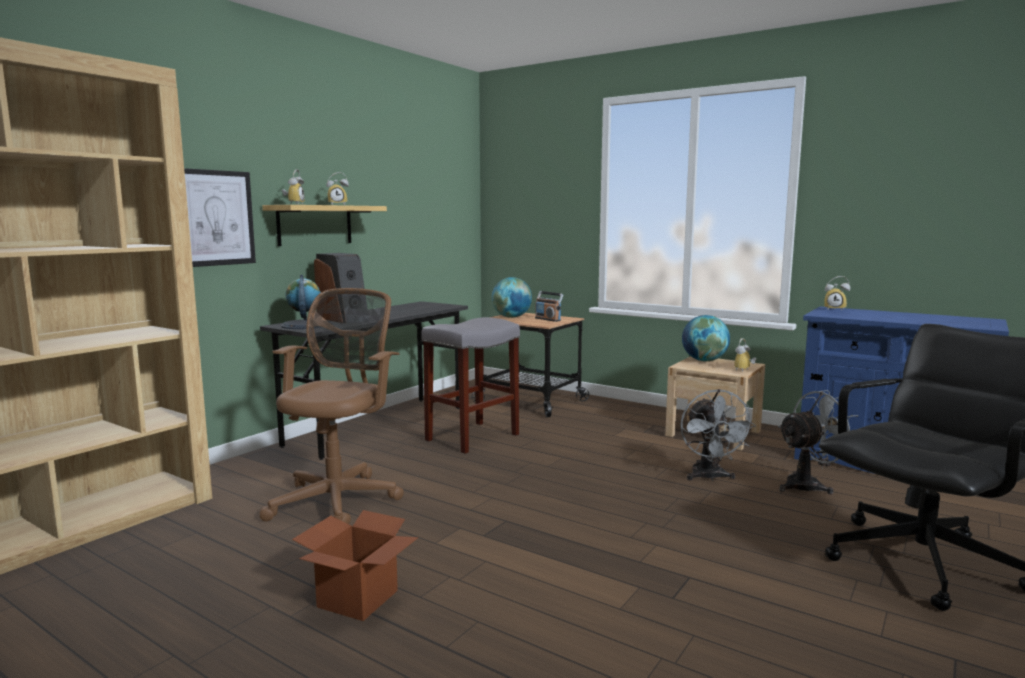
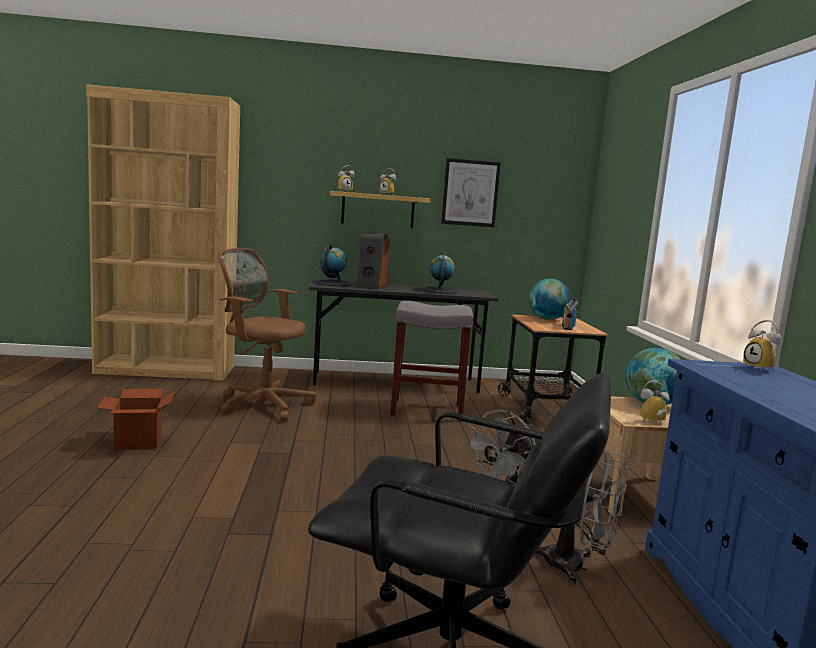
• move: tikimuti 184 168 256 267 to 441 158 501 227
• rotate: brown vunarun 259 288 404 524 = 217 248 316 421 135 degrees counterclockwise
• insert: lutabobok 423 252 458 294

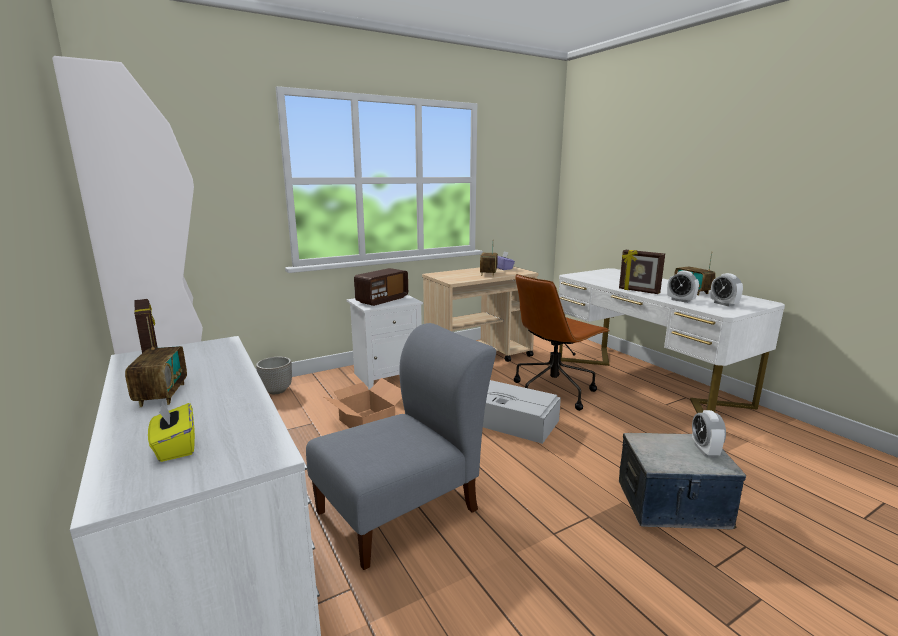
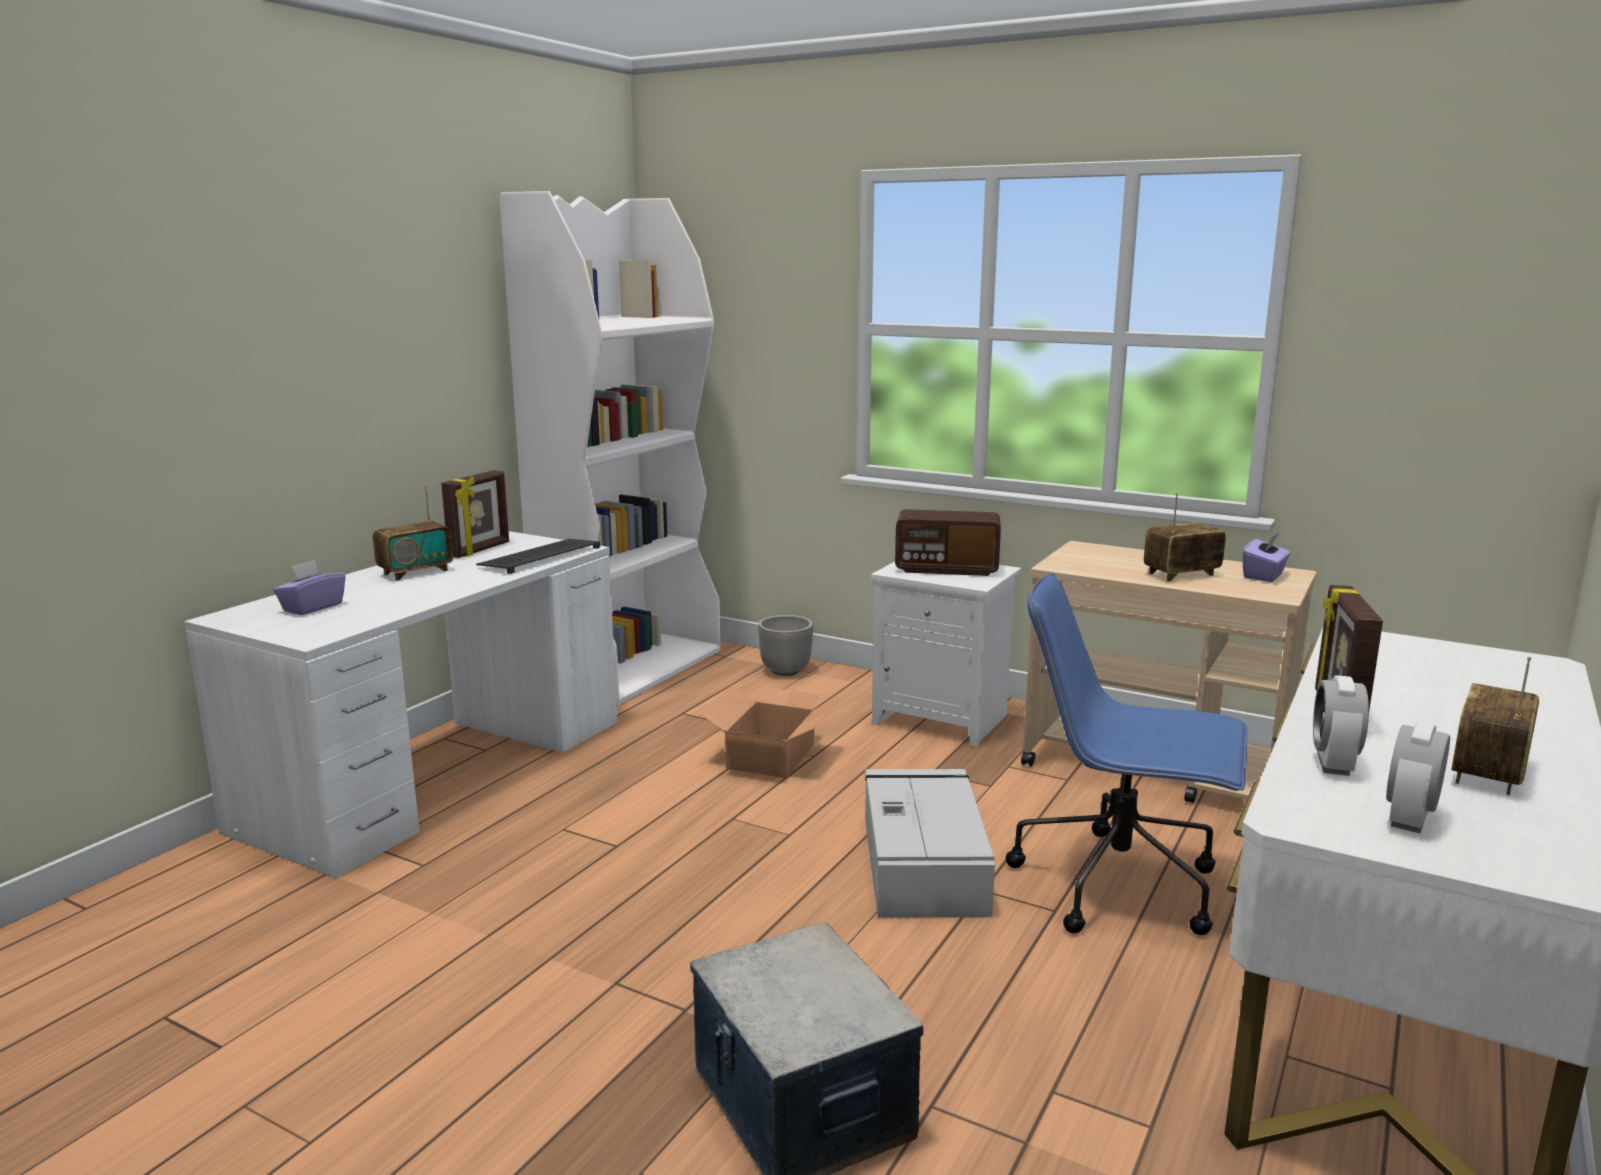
• recolor: brown vunarun 514 274 610 411 to blue vunarun 1006 573 1248 935
• delete: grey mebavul 306 323 496 570
• recolor: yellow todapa 148 401 195 462 to purple todapa 273 560 346 615
• delete: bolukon 692 410 726 457
• insert: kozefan 476 539 600 574

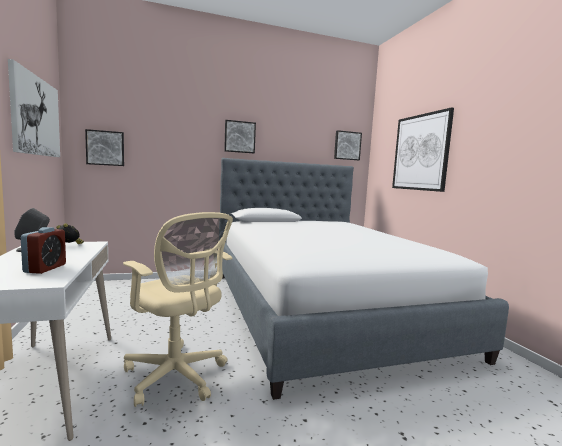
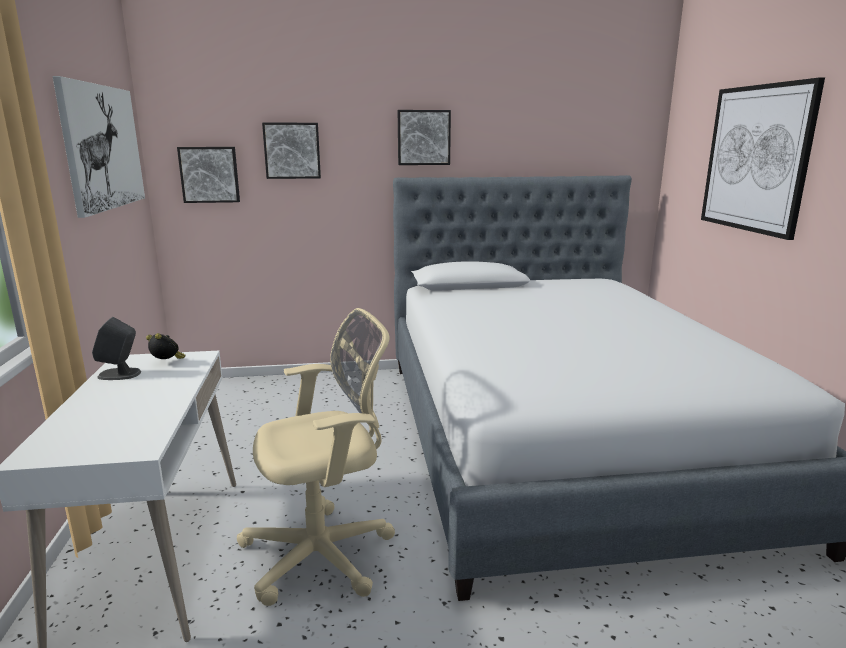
• move: tikimuti 334 130 362 160 to 262 123 321 179
• rotate: beige vunarun 123 212 233 407 = 237 308 395 606 75 degrees counterclockwise
• delete: bolukon 21 227 66 274

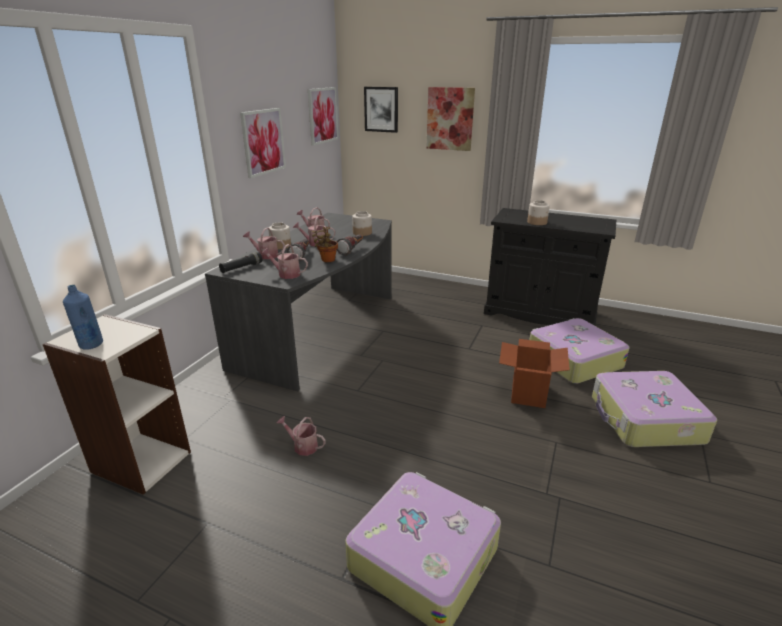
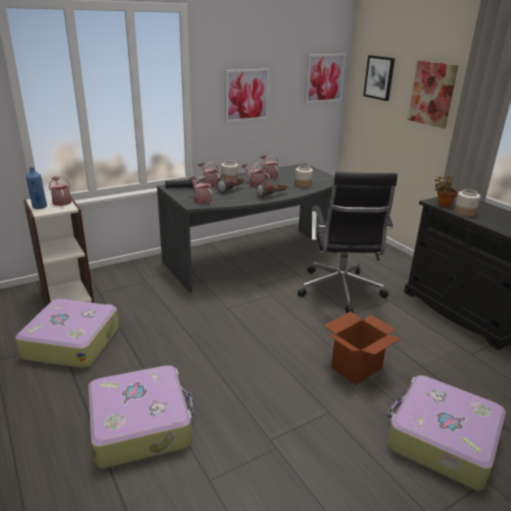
• move: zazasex 312 227 338 262 to 435 175 458 207
• move: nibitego 529 318 630 384 to 15 299 119 368
• move: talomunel 276 416 326 456 to 49 176 72 206
• insert: black vunarun 298 172 398 313

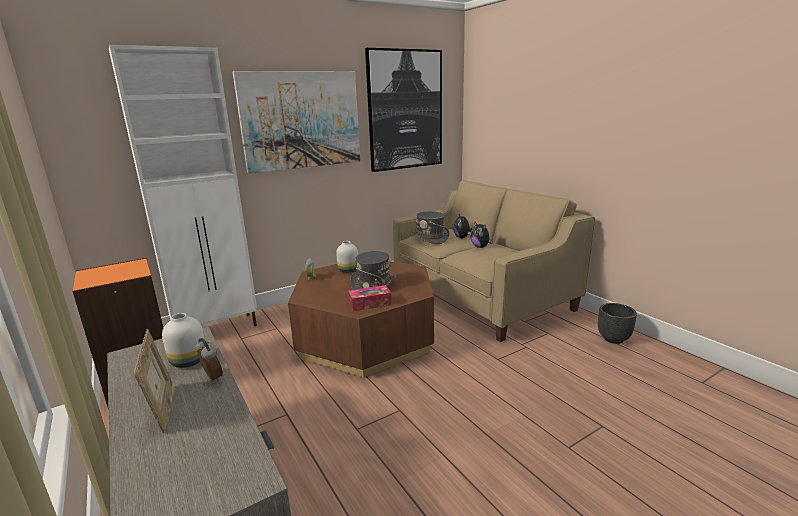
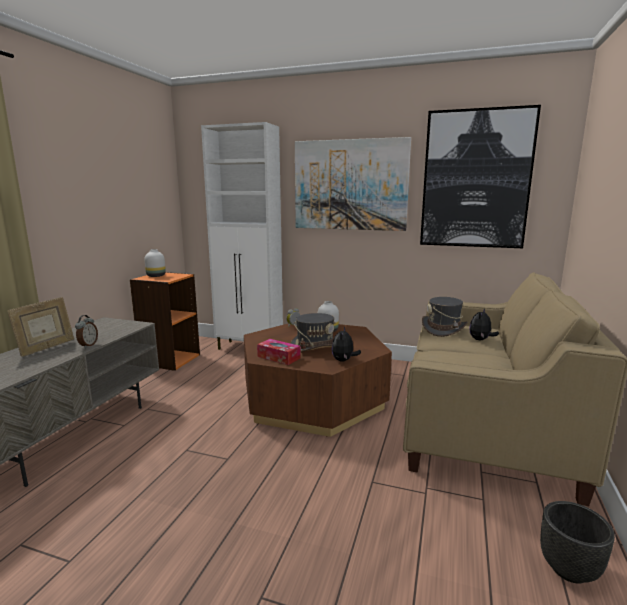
• move: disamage 471 222 493 248 to 332 327 361 362
• move: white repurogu 162 313 204 368 to 145 249 166 277

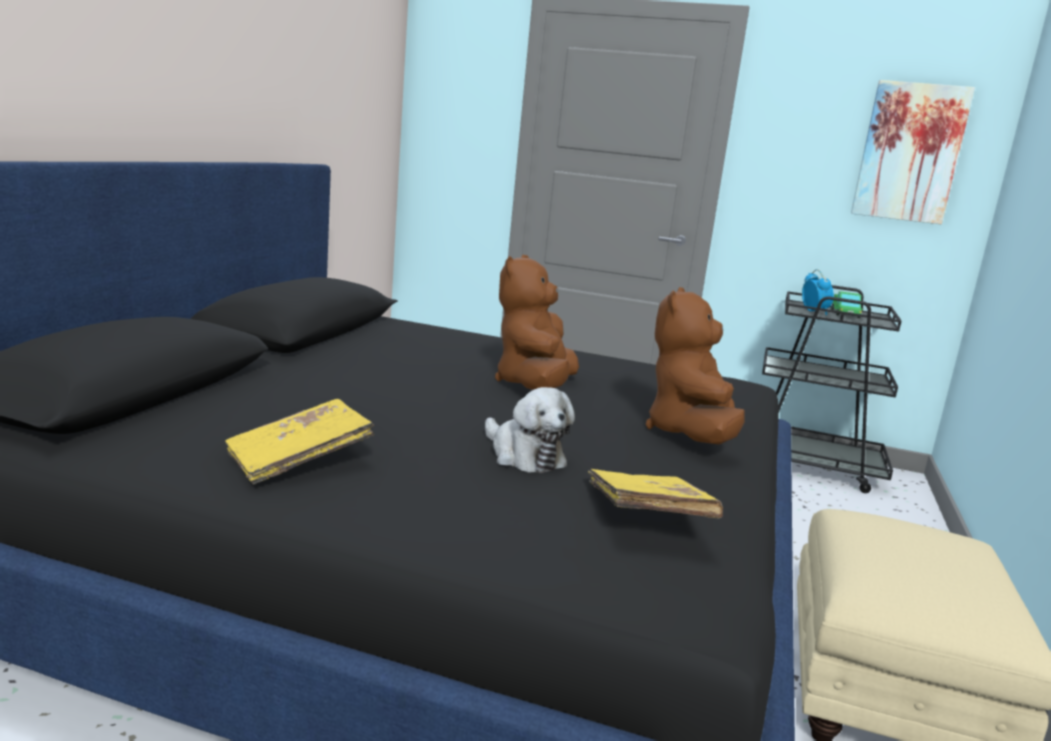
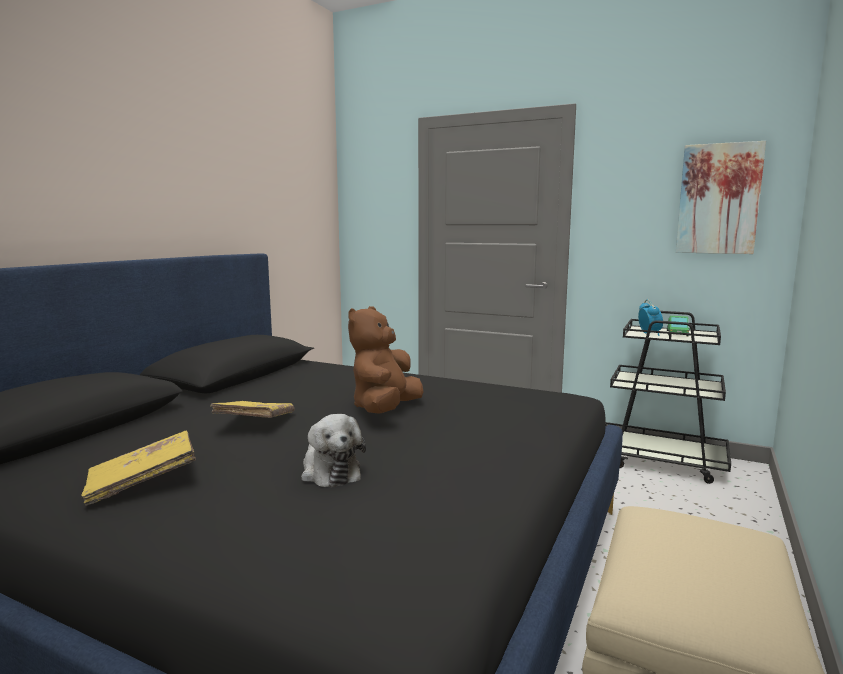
• delete: brown disamage 645 287 745 445
• move: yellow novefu 588 469 723 519 to 211 401 295 418

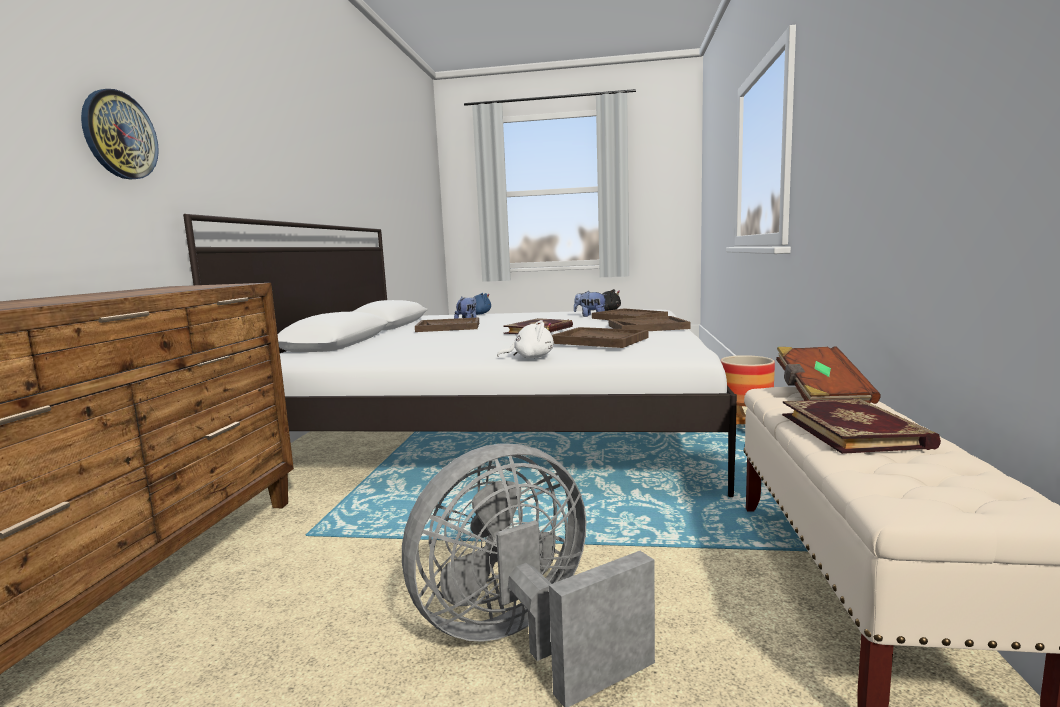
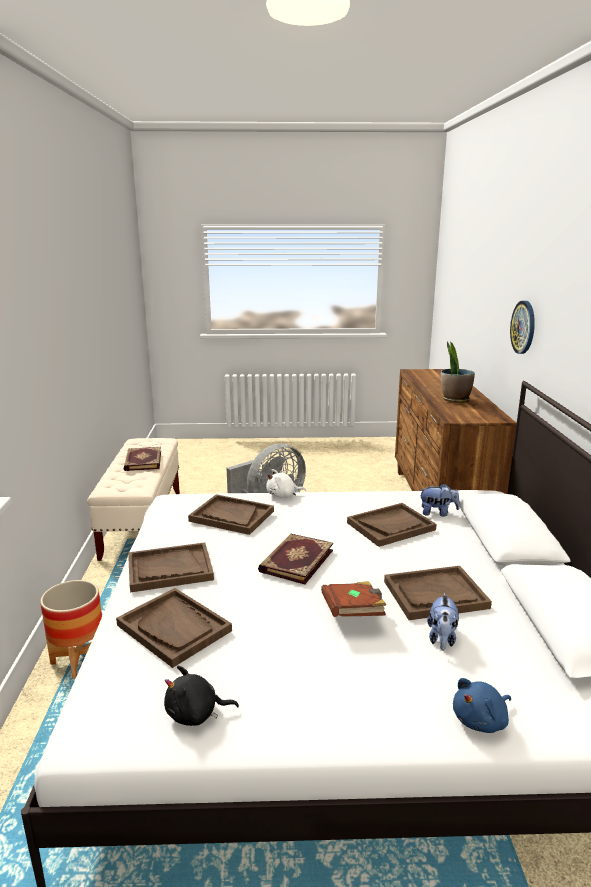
• move: disamage 574 291 607 317 to 419 483 460 517
• move: brown novefu 776 346 881 404 to 321 581 386 617
• insert: zazasex 441 342 475 403
• insert: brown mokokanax 347 503 436 547

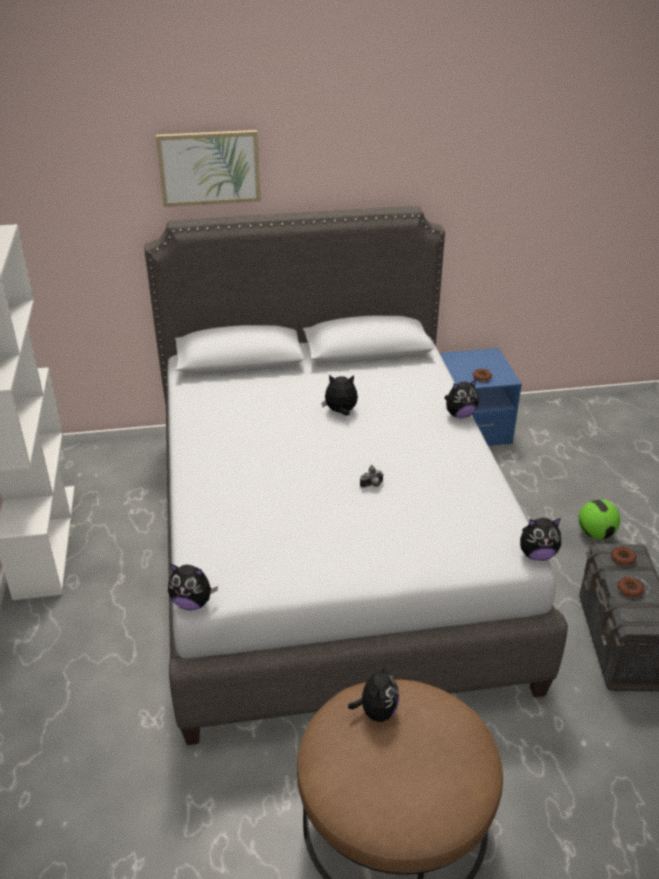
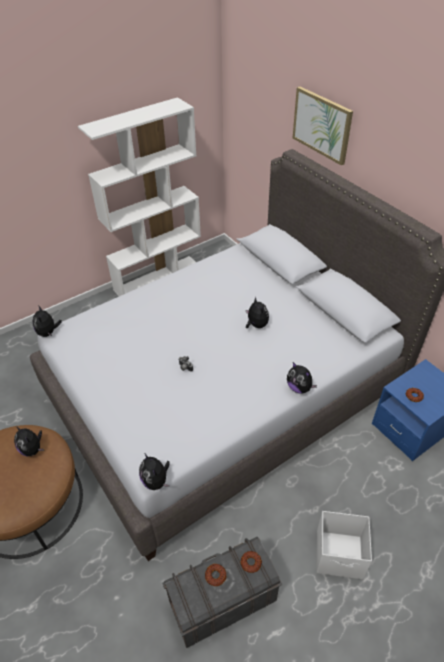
• replace: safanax 578 499 620 539 to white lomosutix 316 511 372 579
• rotate: disamage 348 663 399 722 = 14 426 44 456 60 degrees clockwise

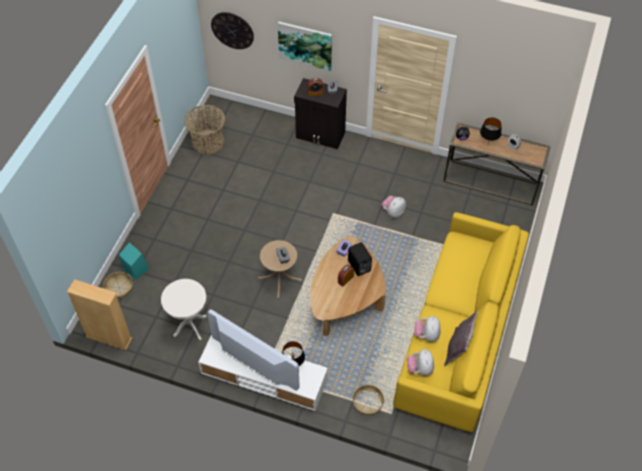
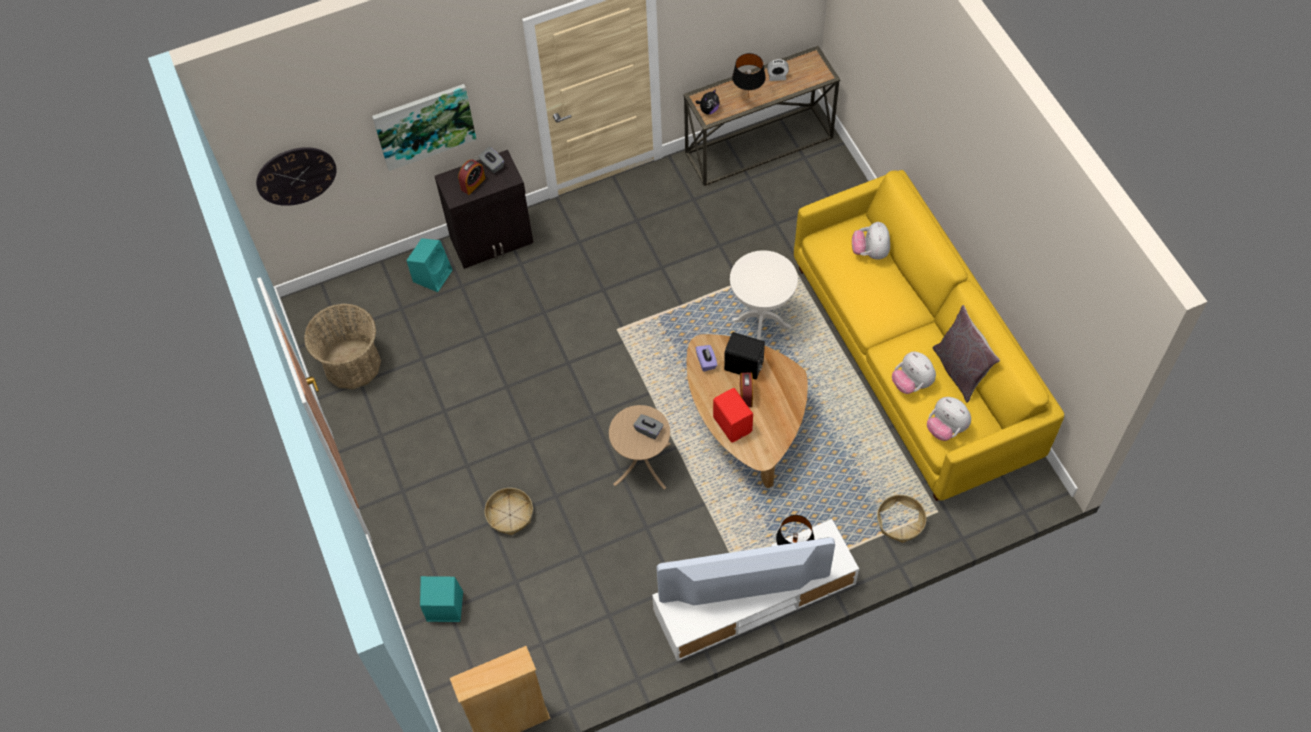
• move: disamage 382 196 406 218 to 852 222 890 260
• move: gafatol 103 272 133 299 to 485 488 533 535
• move: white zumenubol 161 279 207 340 to 730 250 798 340
• insert: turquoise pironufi 407 238 453 292
• insert: red pironufi 713 388 753 442

